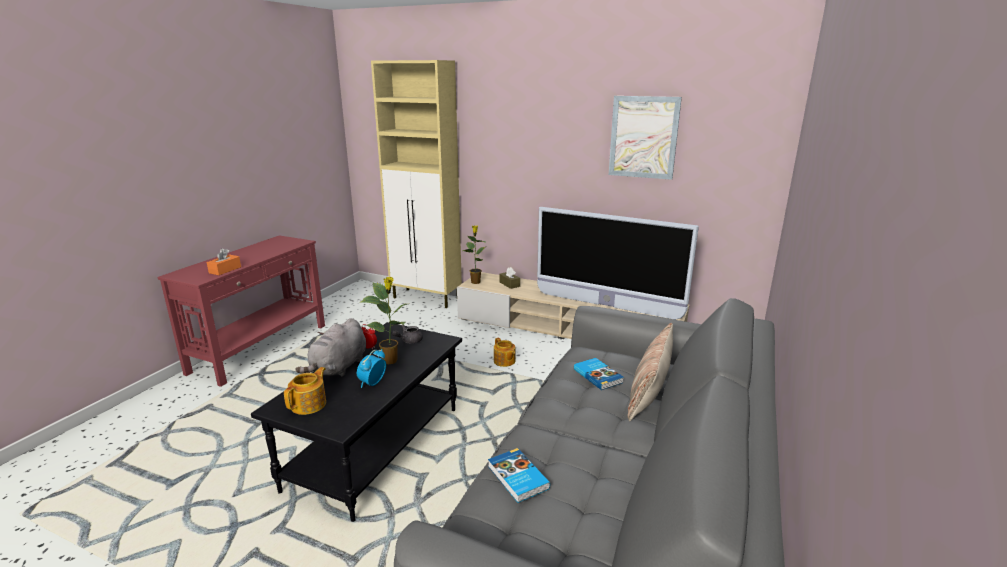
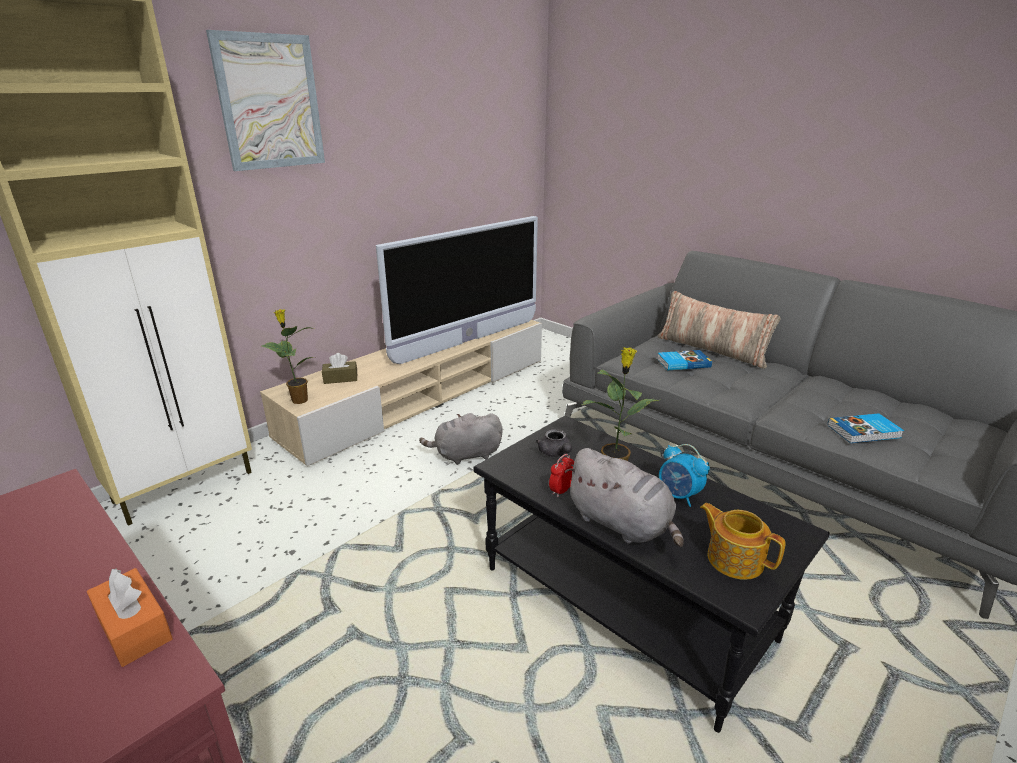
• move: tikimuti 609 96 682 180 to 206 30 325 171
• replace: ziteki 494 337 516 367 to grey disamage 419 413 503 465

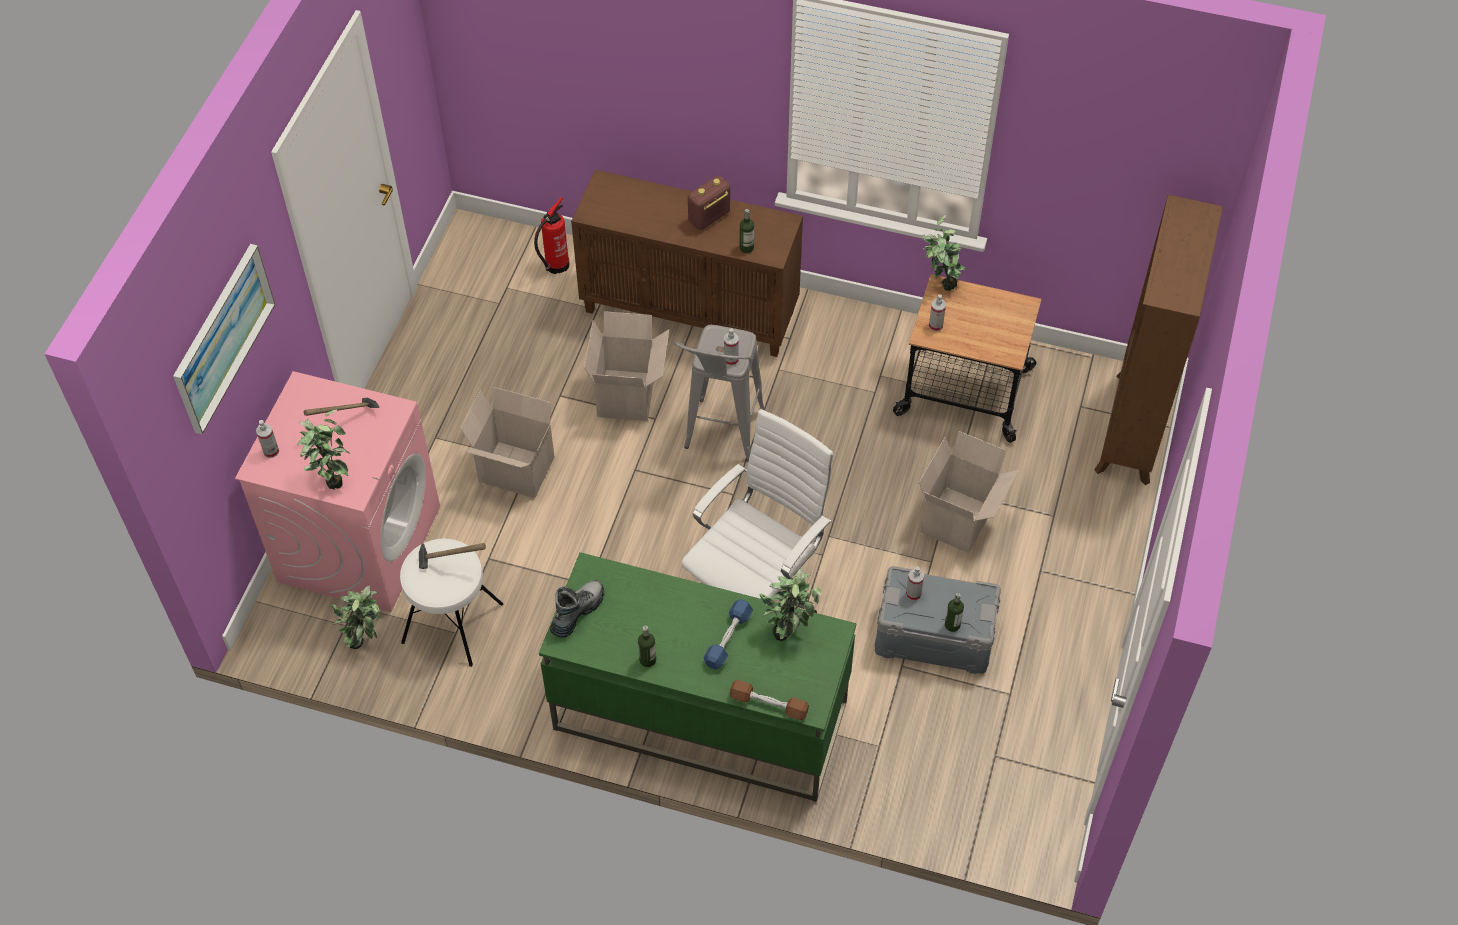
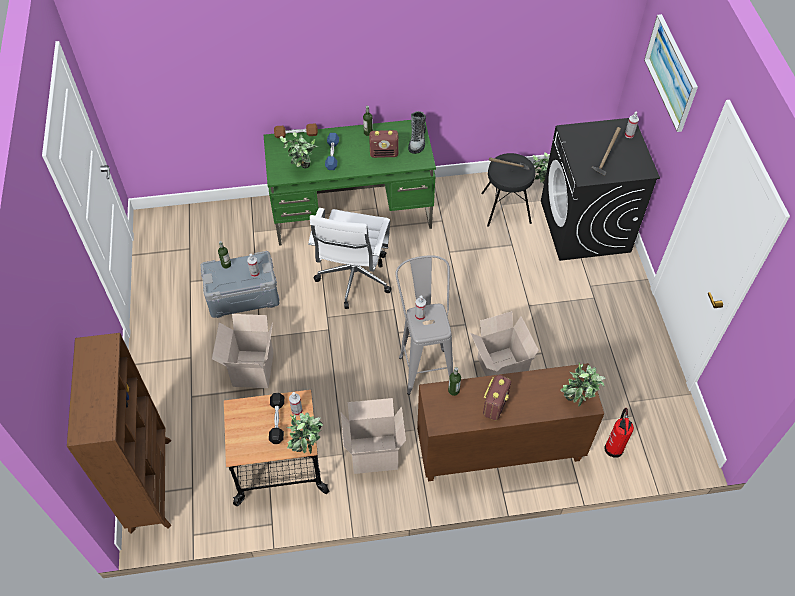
• recolor: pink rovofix 235 371 440 612 to black rovofix 541 118 660 261
• move: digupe 460 387 557 498 to 341 398 406 474
• move: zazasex 297 409 350 490 to 560 363 605 407
• recolor: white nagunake 400 539 504 667 to black nagunake 481 153 535 227
• insert: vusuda 369 130 399 158
• insert: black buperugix 269 393 284 444

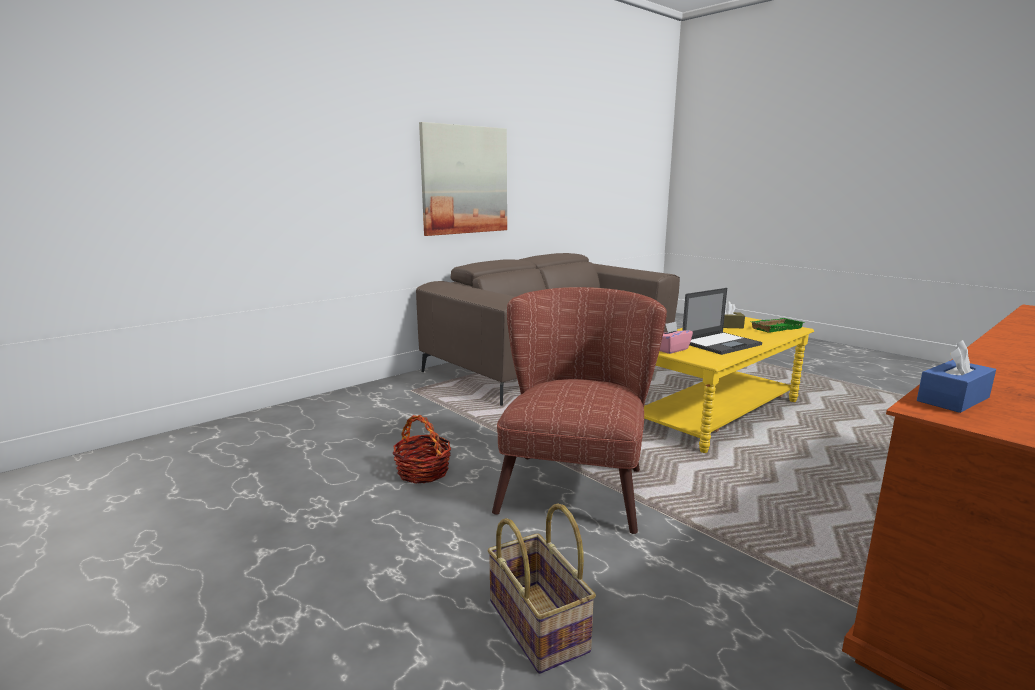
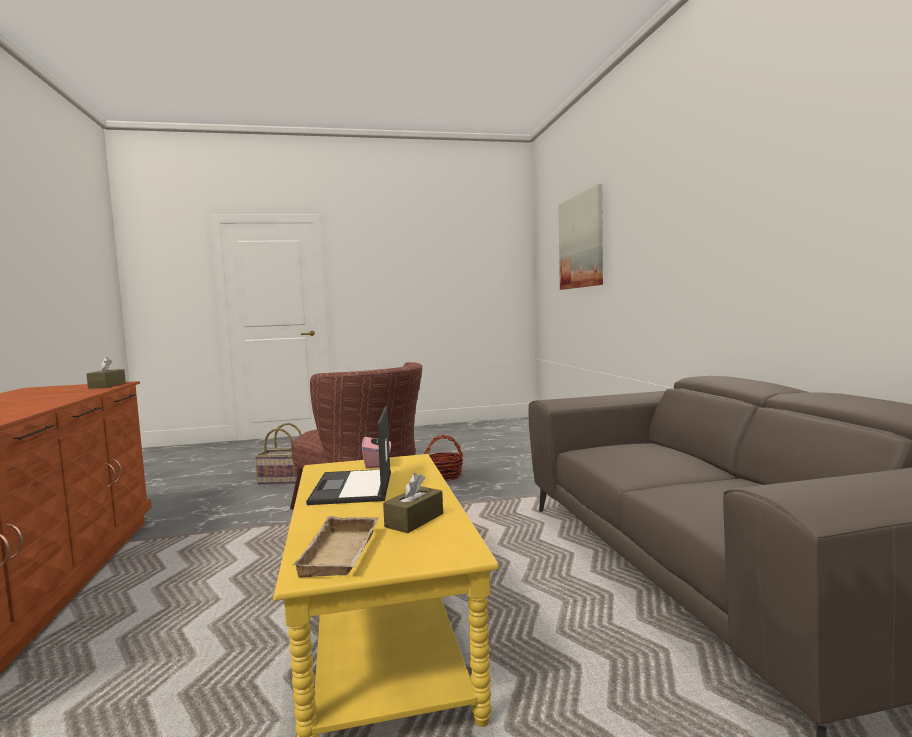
• move: tikimuti 419 122 507 236 to 558 184 603 290
• recolor: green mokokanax 749 318 804 333 to beige mokokanax 292 516 379 578
• recolor: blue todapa 917 340 996 413 to brown todapa 86 357 126 389

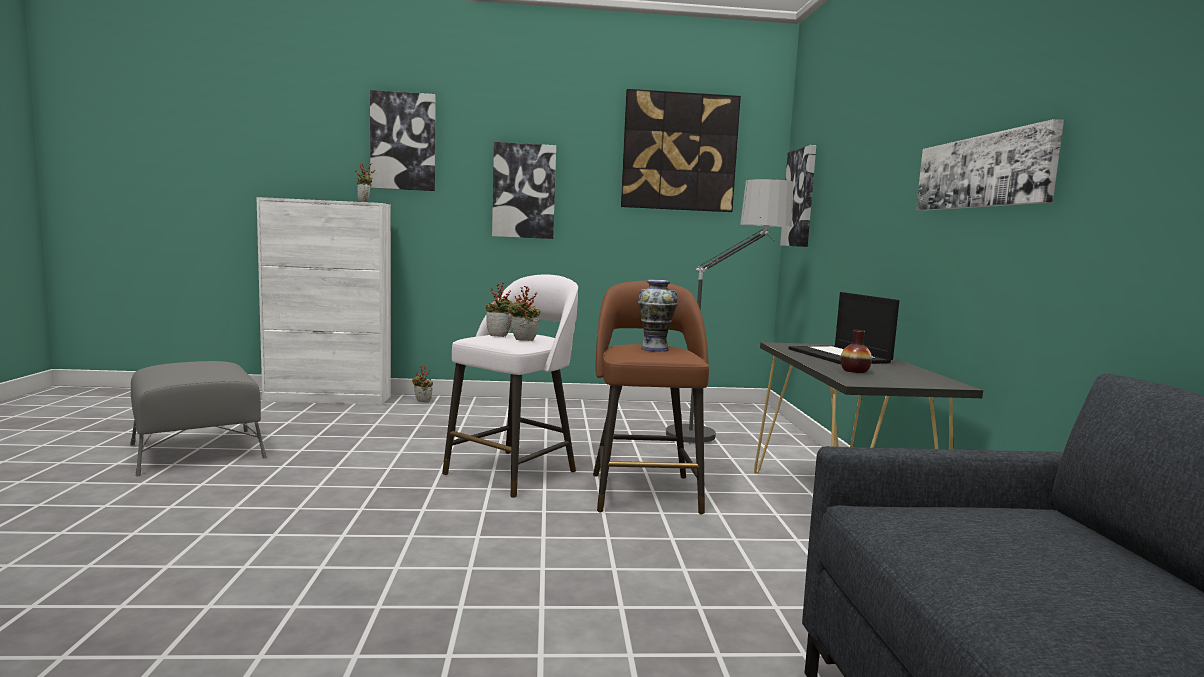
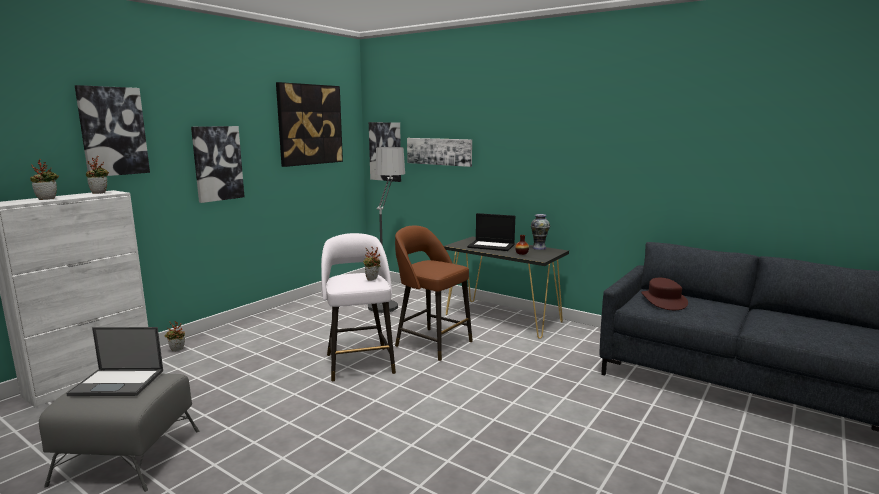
• move: tikimuti 916 119 1064 211 to 407 138 472 167
• move: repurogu 638 280 678 352 to 531 214 550 250
• move: zazasex 486 282 513 337 to 30 159 59 200
• insert: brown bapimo 641 278 688 310
• insert: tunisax 66 327 163 396

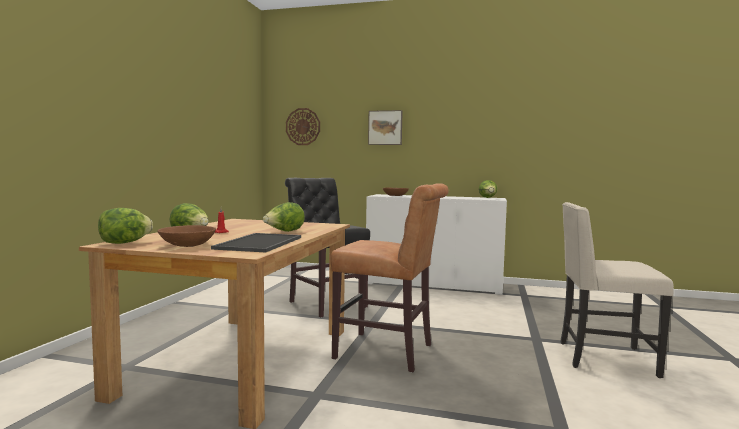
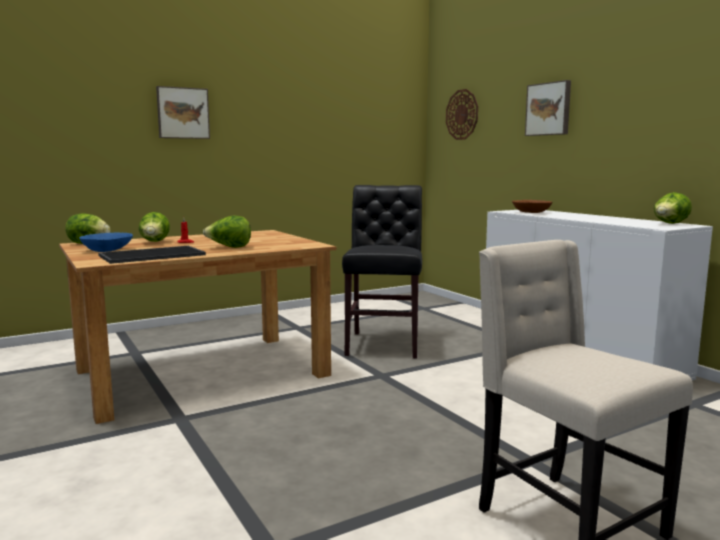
• delete: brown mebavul 331 183 449 372
• recolor: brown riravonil 157 225 216 247 to blue riravonil 79 233 133 252
• insert: tikimuti 156 86 210 139

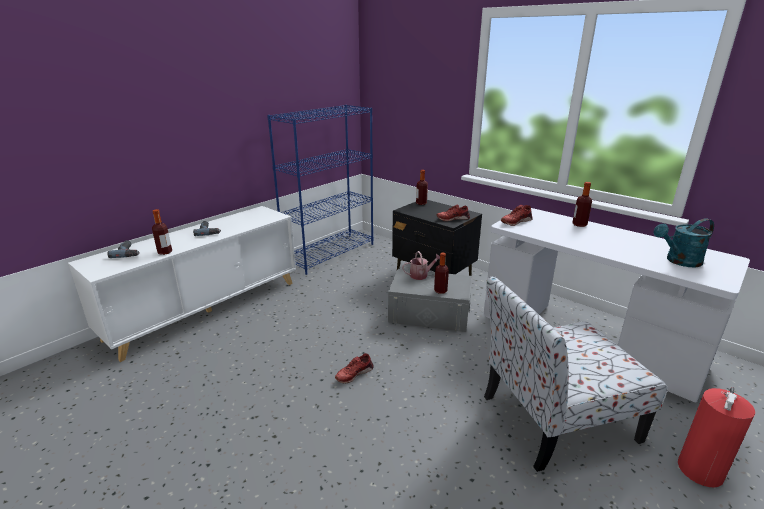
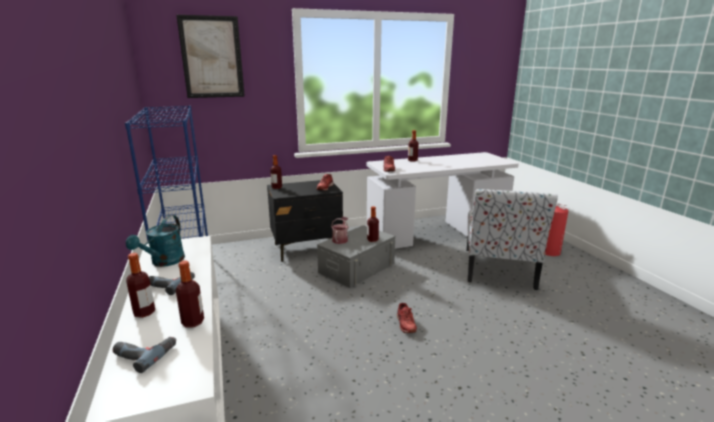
• move: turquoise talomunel 653 218 714 267 to 126 215 185 267
• insert: tikimuti 176 15 245 98
• insert: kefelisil 126 253 155 318

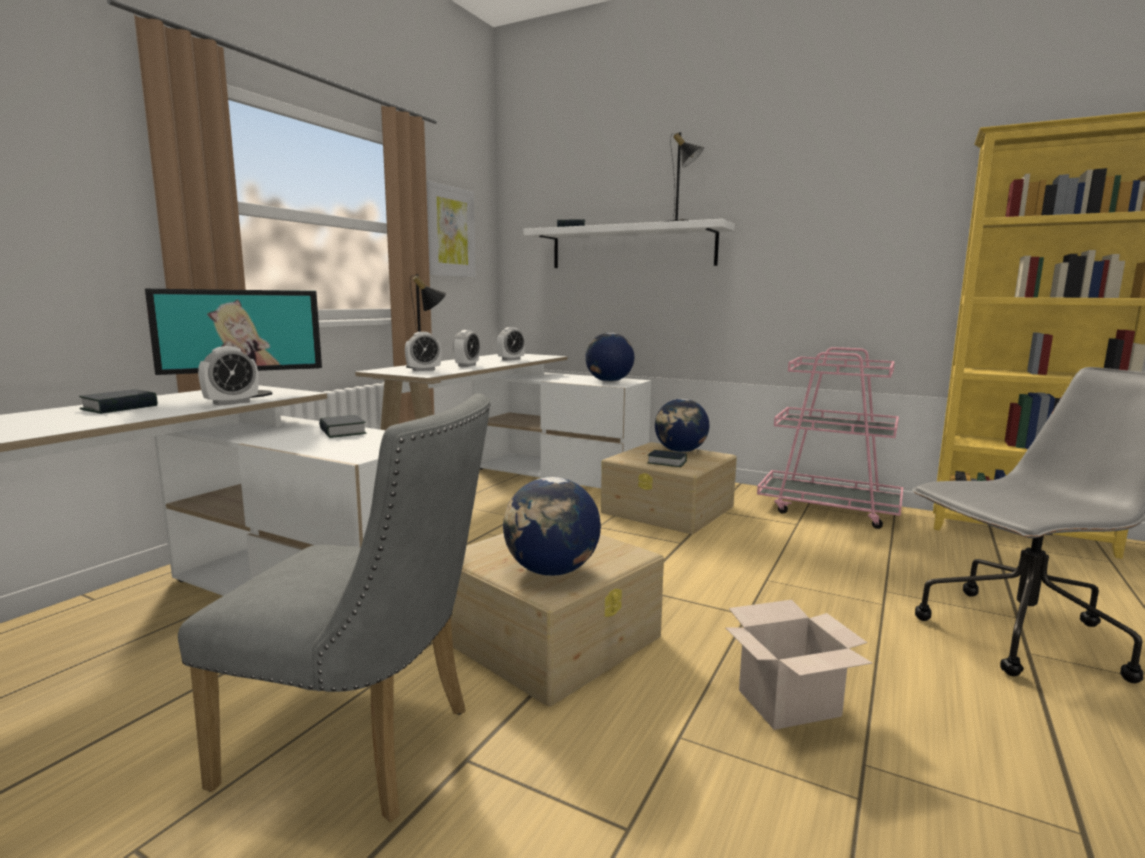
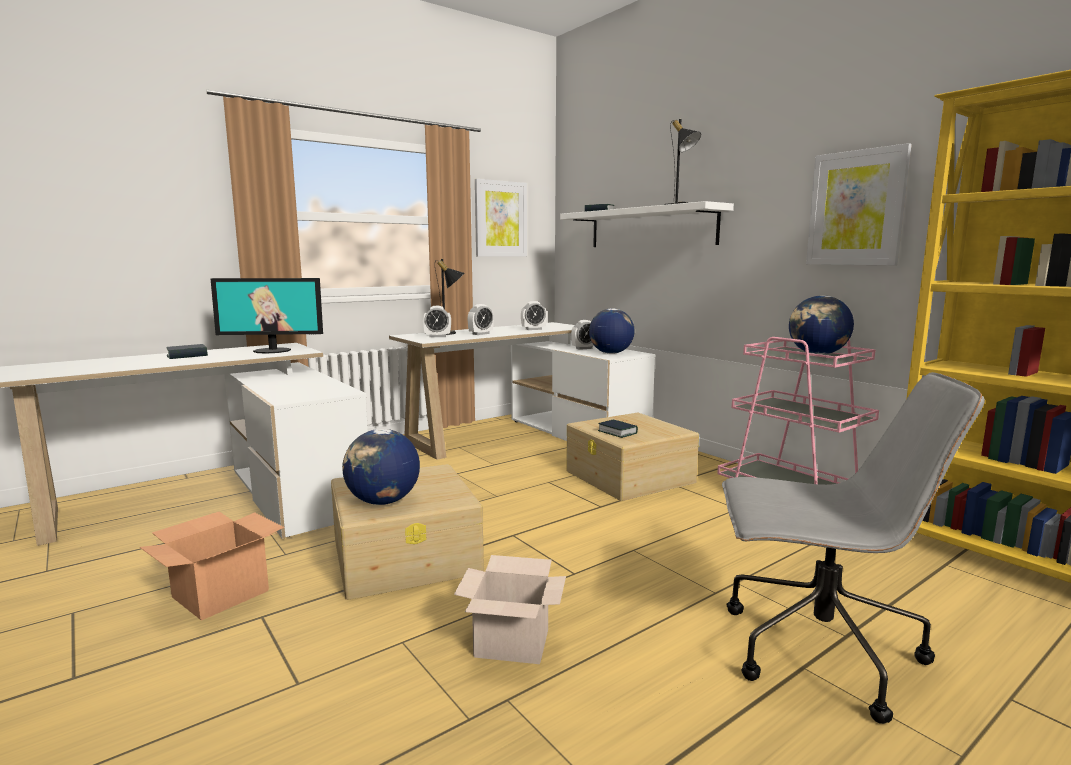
• move: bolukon 198 346 259 406 to 571 320 594 350
• replace: grey mebavul 178 393 491 823 to digupe 139 512 284 621
• move: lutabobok 655 398 709 452 to 789 295 854 355
• delete: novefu 319 415 367 438
• insert: tikimuti 806 143 912 265

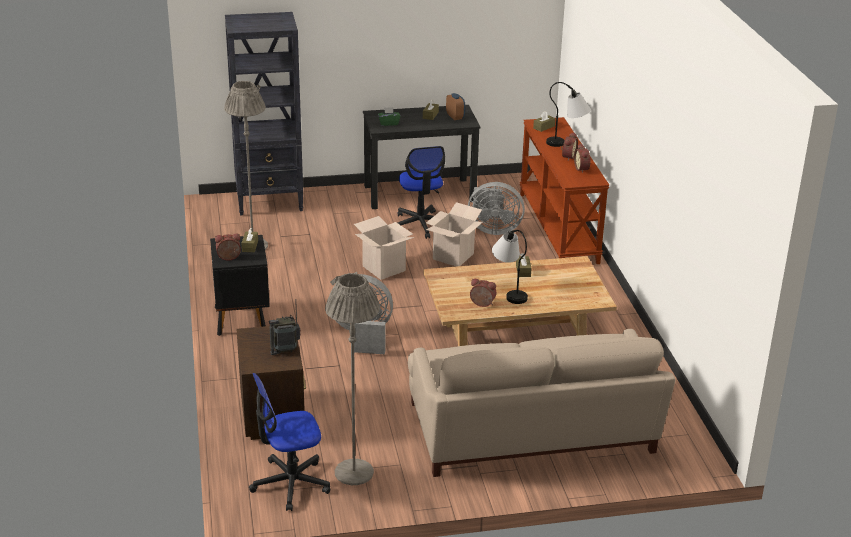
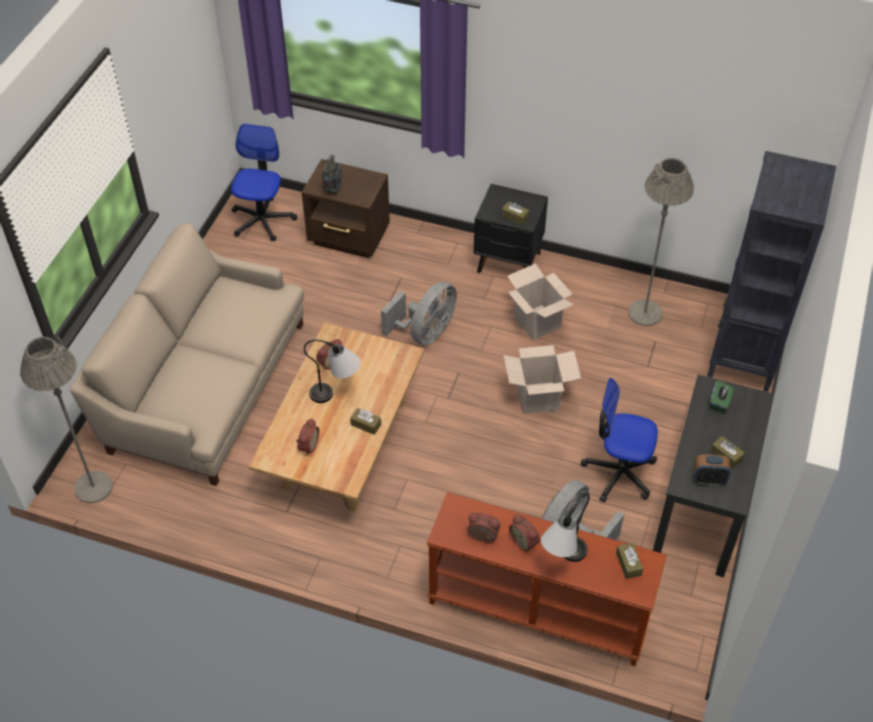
• move: digupe 426 202 483 267 to 507 263 574 340
• move: bolukon 215 233 241 261 to 296 418 319 456
• move: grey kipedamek 325 272 380 485 to 20 337 113 503

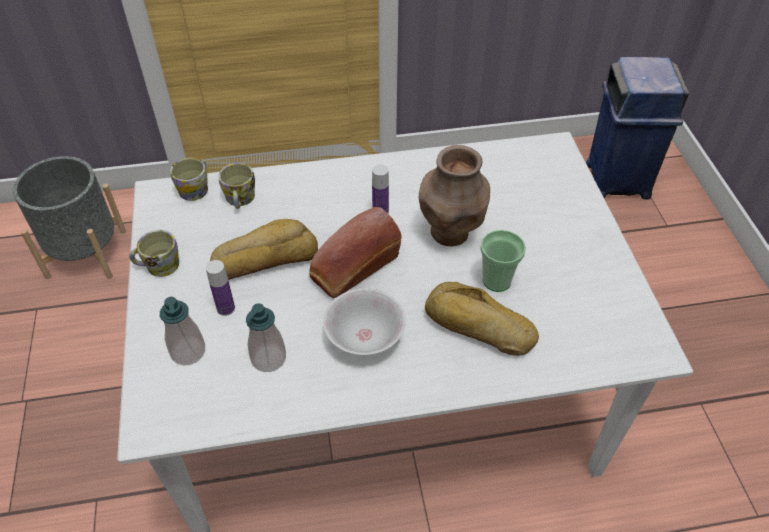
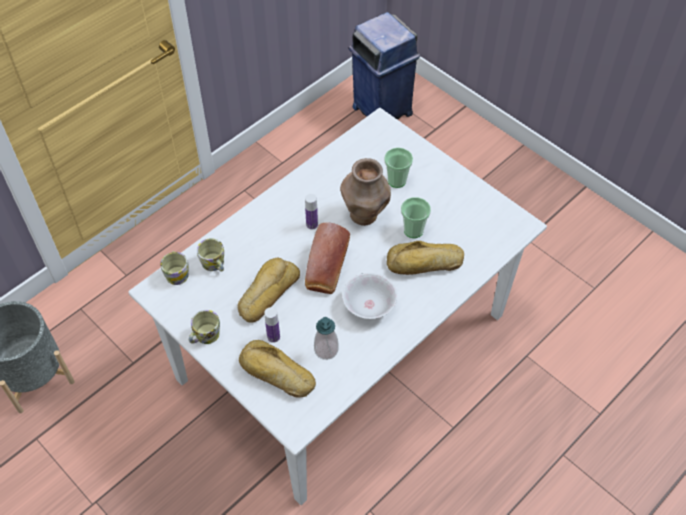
• replace: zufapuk 160 297 205 365 to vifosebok 239 340 316 398
• insert: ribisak 384 148 413 188

